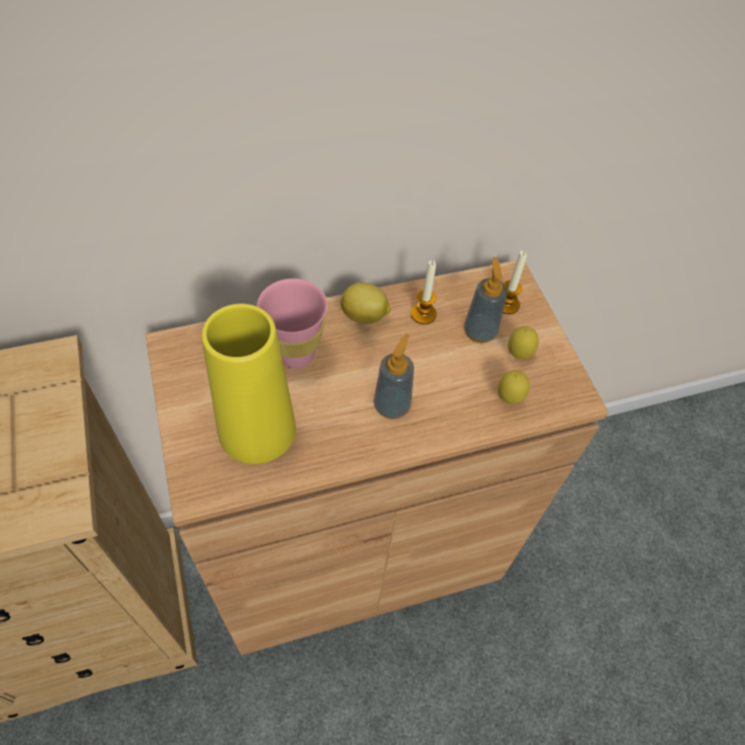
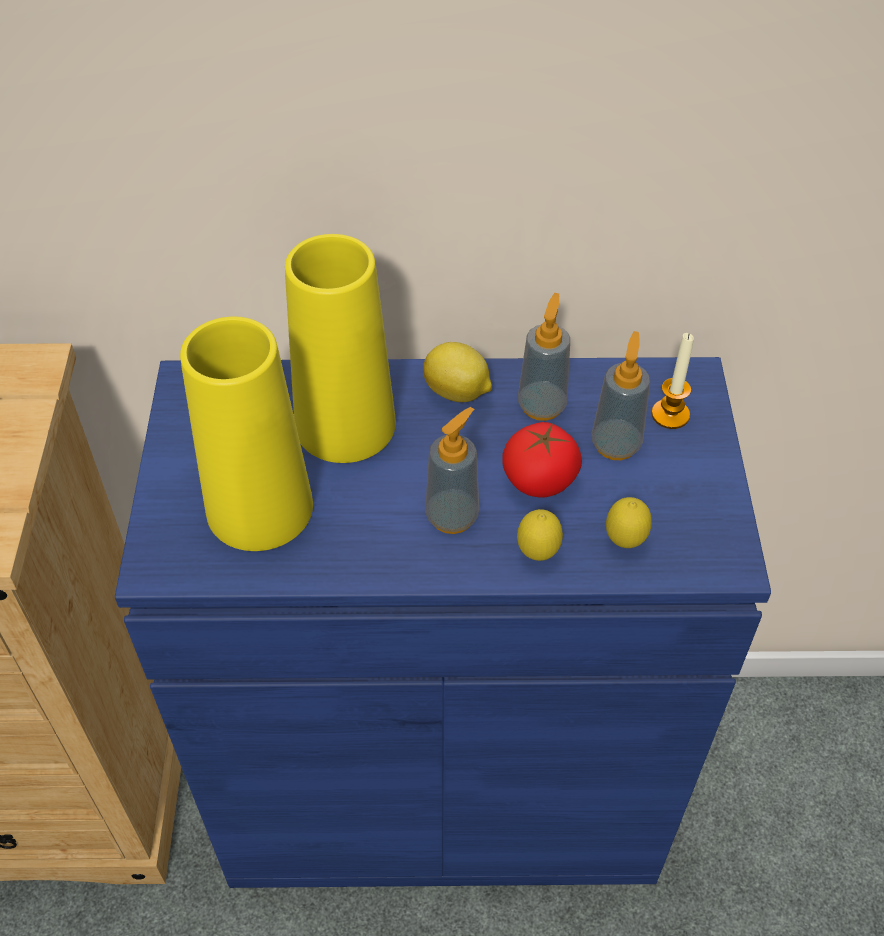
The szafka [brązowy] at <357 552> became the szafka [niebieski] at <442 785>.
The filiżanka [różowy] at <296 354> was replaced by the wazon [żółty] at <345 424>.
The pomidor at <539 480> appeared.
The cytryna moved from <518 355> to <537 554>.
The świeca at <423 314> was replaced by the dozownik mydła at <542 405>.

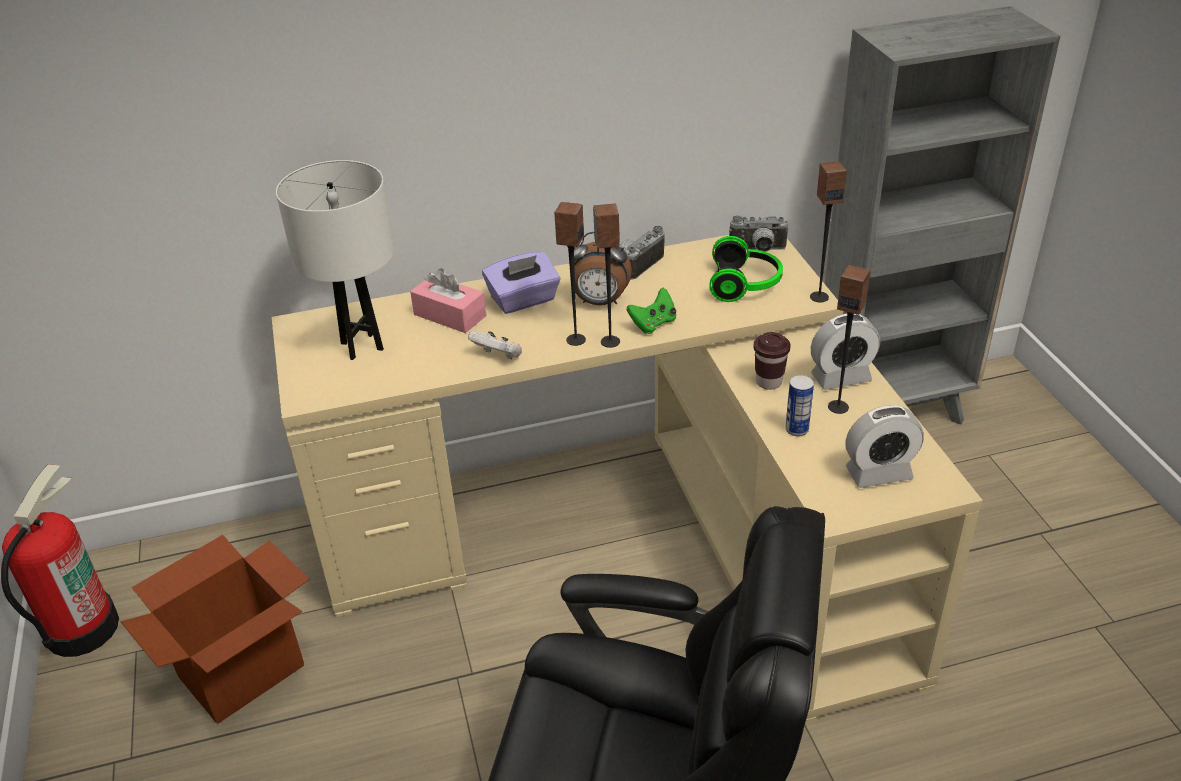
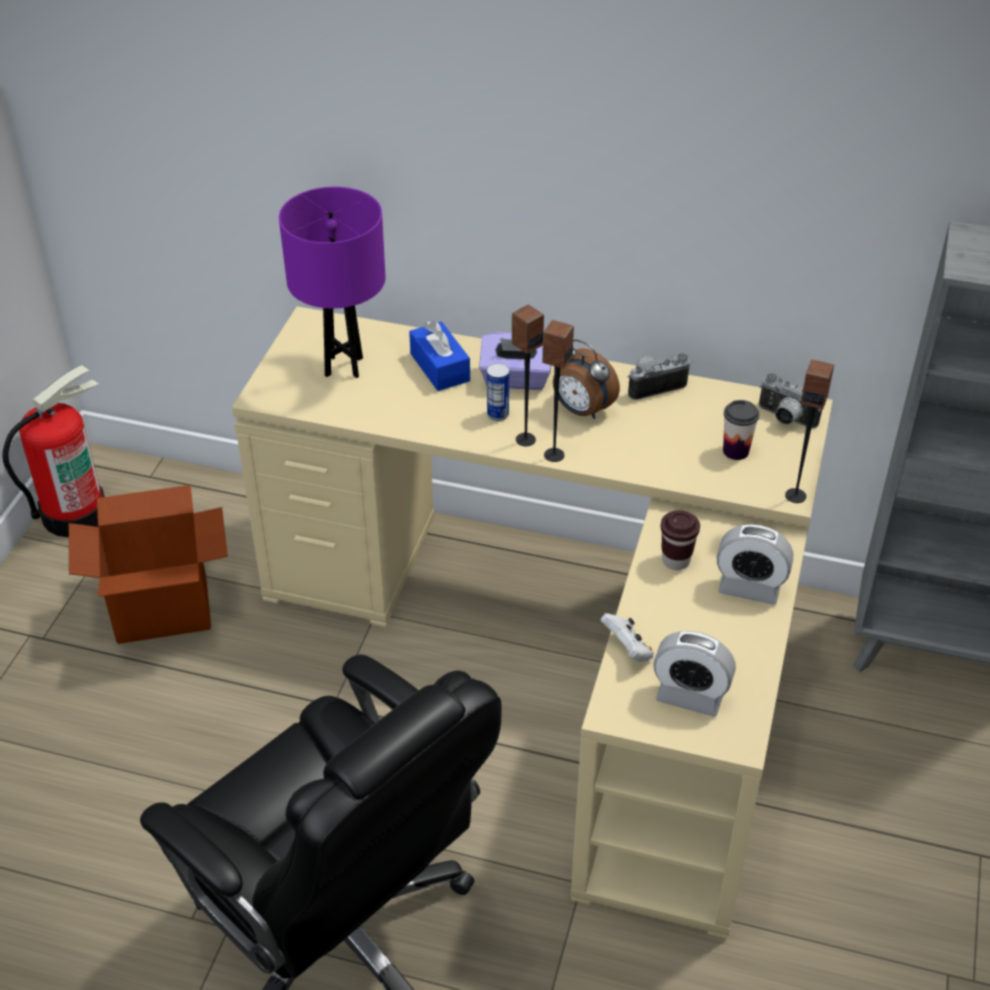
The lampa stołowa [biały] at <362 346> became the lampa stołowa [fioletowy] at <344 367>.
The pudełko chusteczek [różowy] at <450 315> became the pudełko chusteczek [niebieski] at <440 367>.
The puszka moved from <796 429> to <498 414>.
The pad do gier [biały] moved from <498 356> to <628 650>.
The słuchawki at <745 284> was replaced by the filiżanka at <735 451>.
The pad do gier [zielony] at <653 324> disappeared.
The głośnik at <838 407> disappeared.

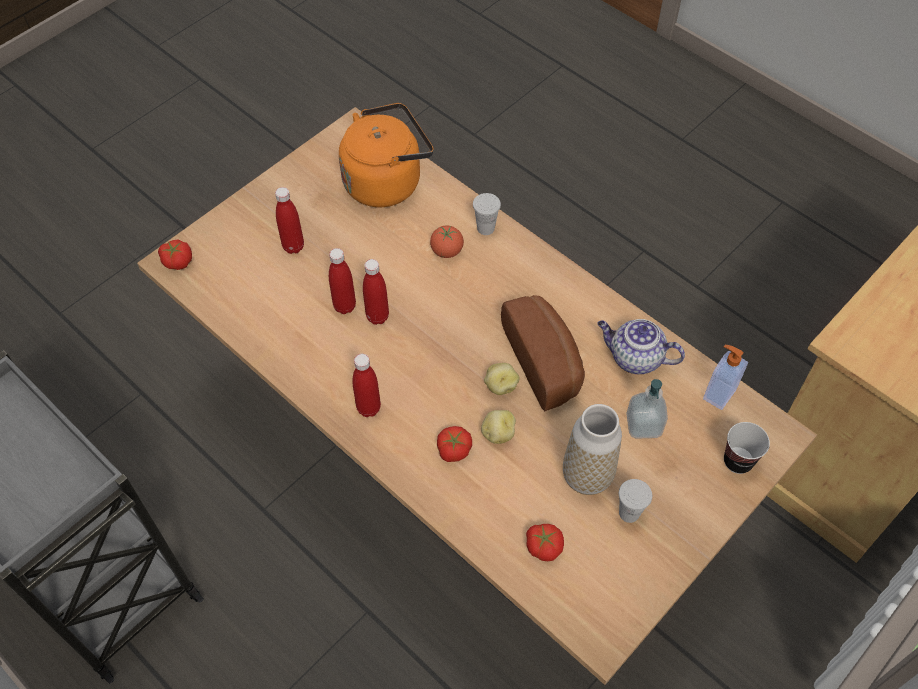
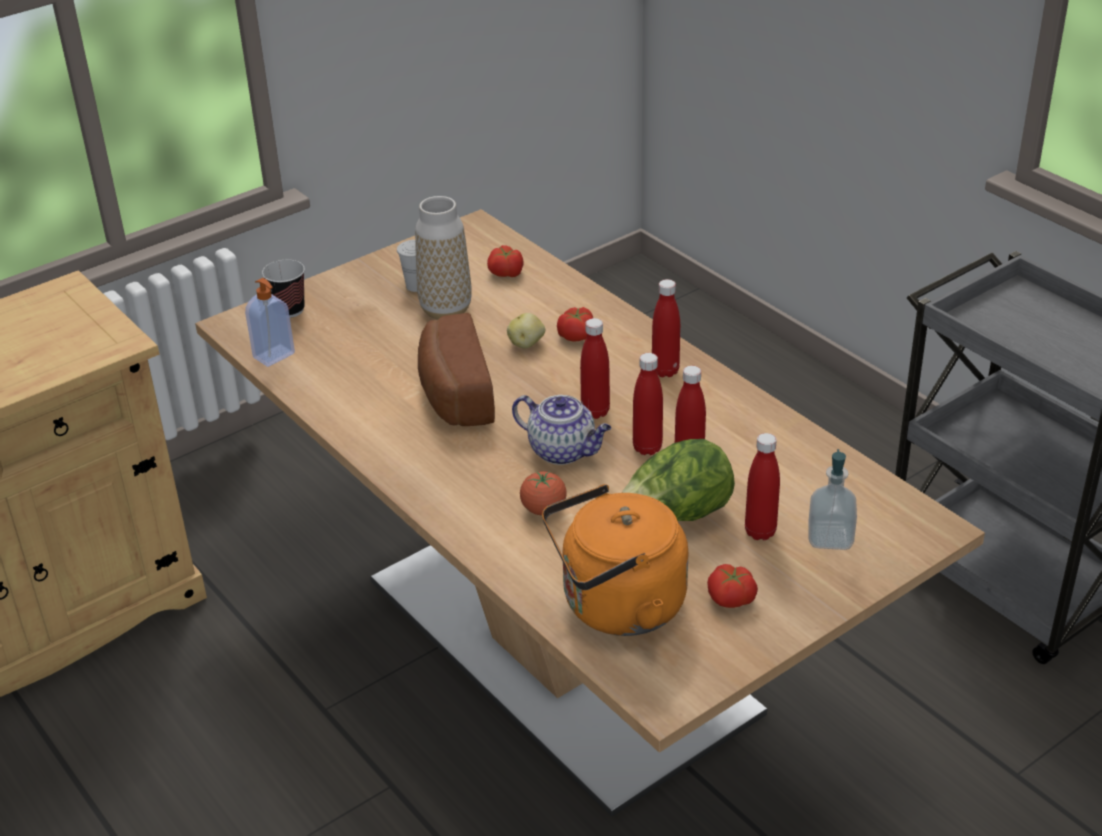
The imbryk moved from <634 358> to <563 451>.
The butelka [czerwony] at <595 411> appeared.
The sałata at <677 516> appeared.
The pomidor moved from <177 261> to <731 599>.
The dozownik mydła moved from <643 425> to <830 538>.
The filiżanka [biały] at <485 228> disappeared.
The ziemniak at <500 385> disappeared.

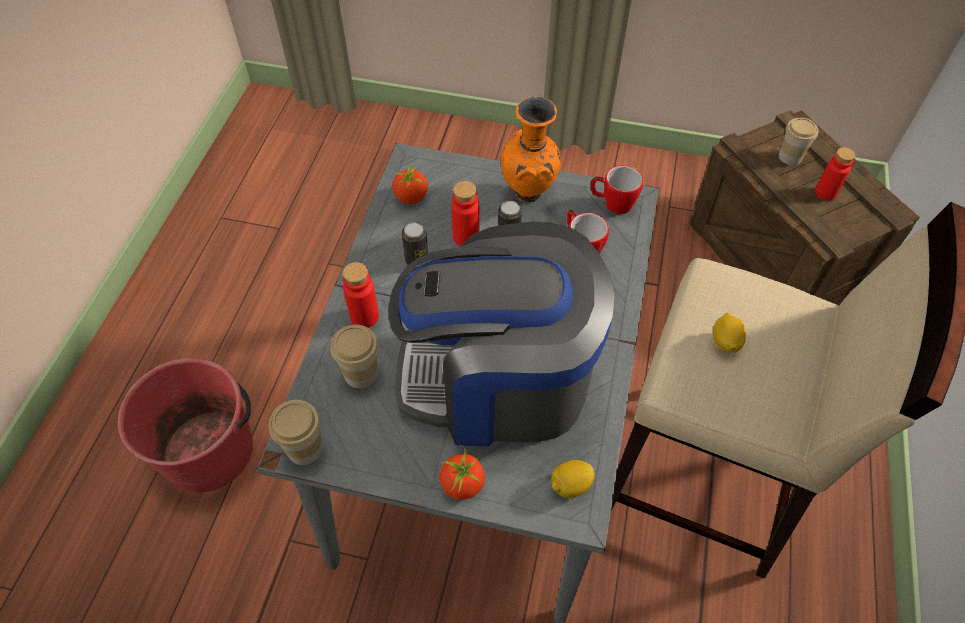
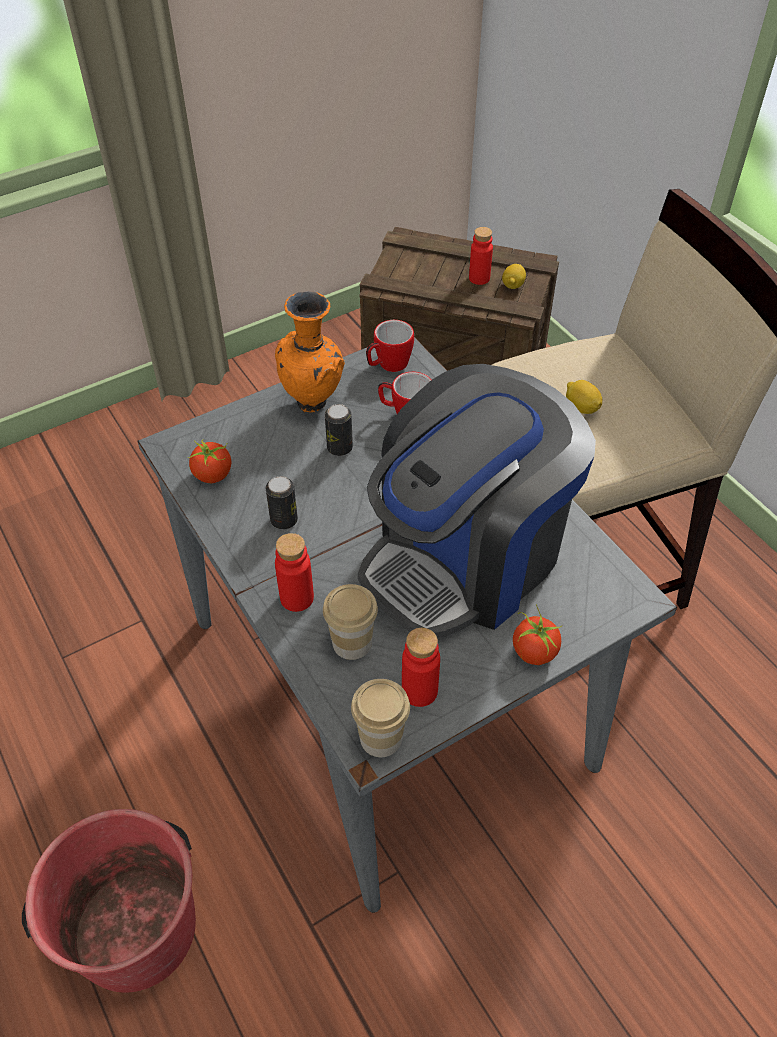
The butelka [czerwony] moved from <466 236> to <419 691>.
The cytryna moved from <570 485> to <513 285>.
The filiżanka at <790 157> disappeared.

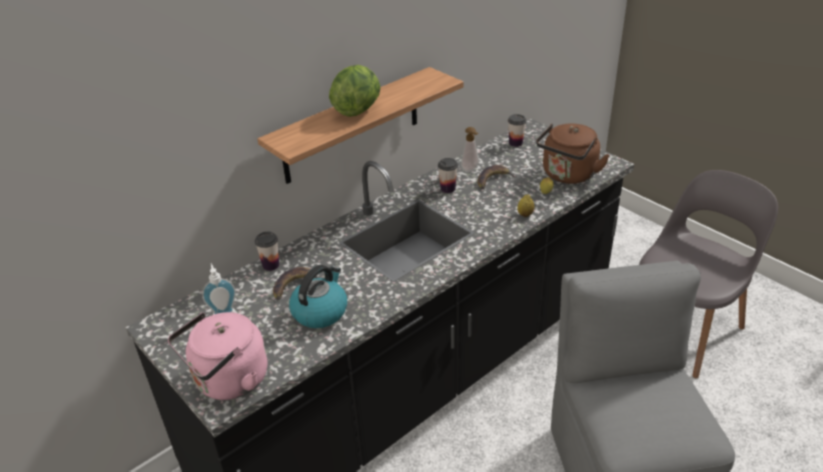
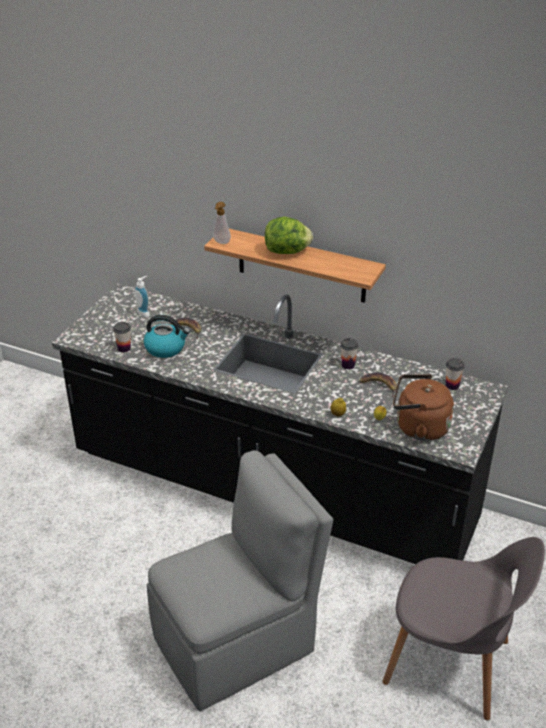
The filiżanka moved from <271 265> to <124 348>.
The dozownik mydła moved from <470 170> to <221 243>.
The czajnik [różowy] at <228 382> disappeared.

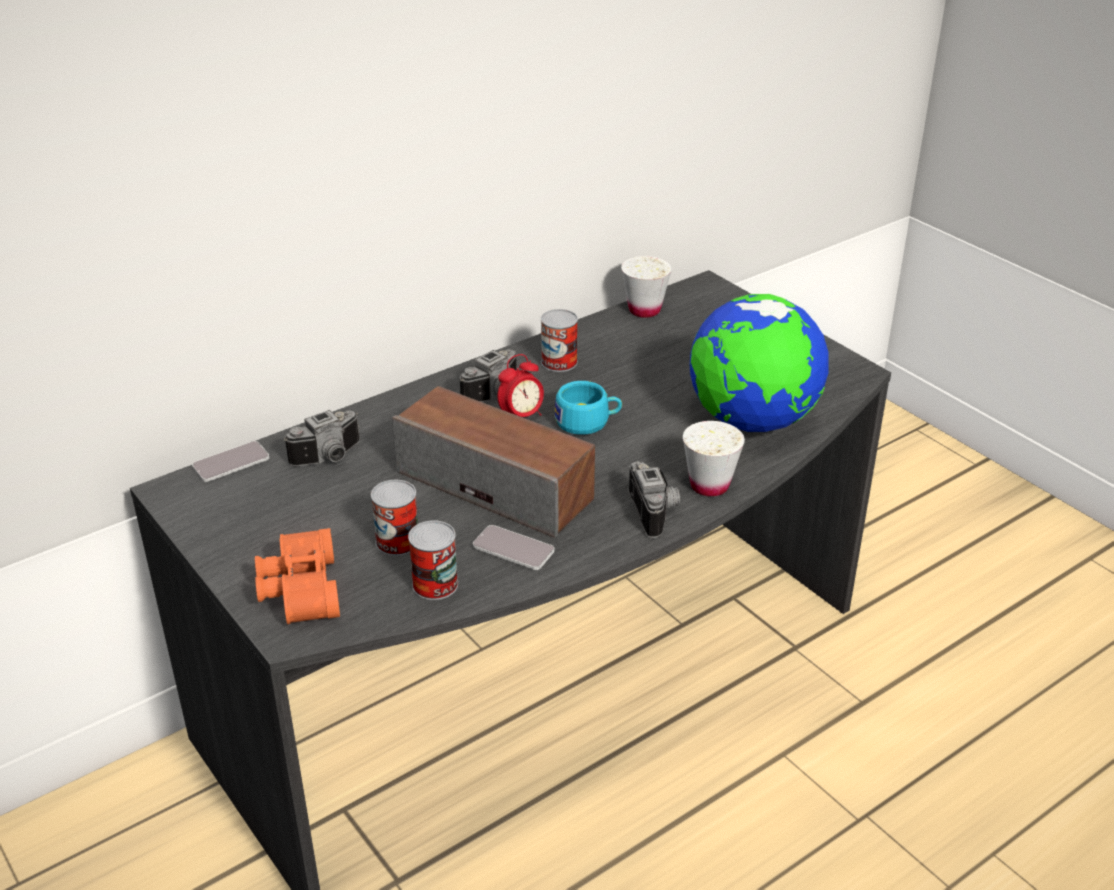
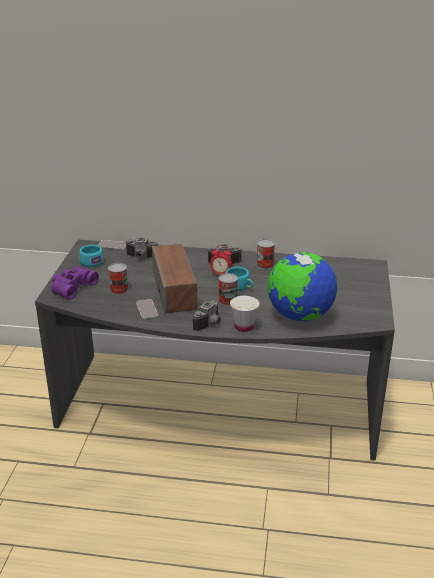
The lornetka [pomarańczowy] at <298 590> became the lornetka [fioletowy] at <72 287>.
The filiżanka [turkusowy] at <90 261> appeared.
The puszka moved from <435 584> to <228 300>.
The filiżanka [biały] at <644 310> disappeared.

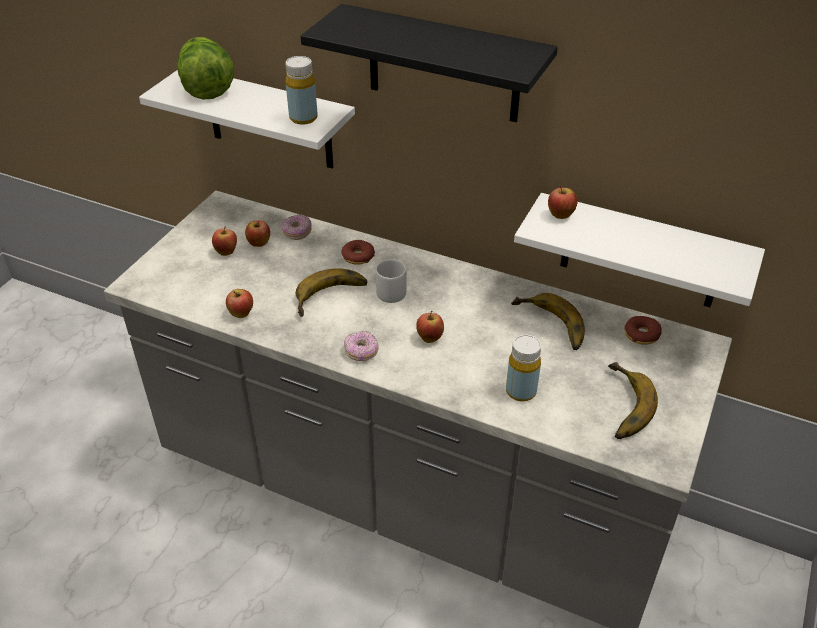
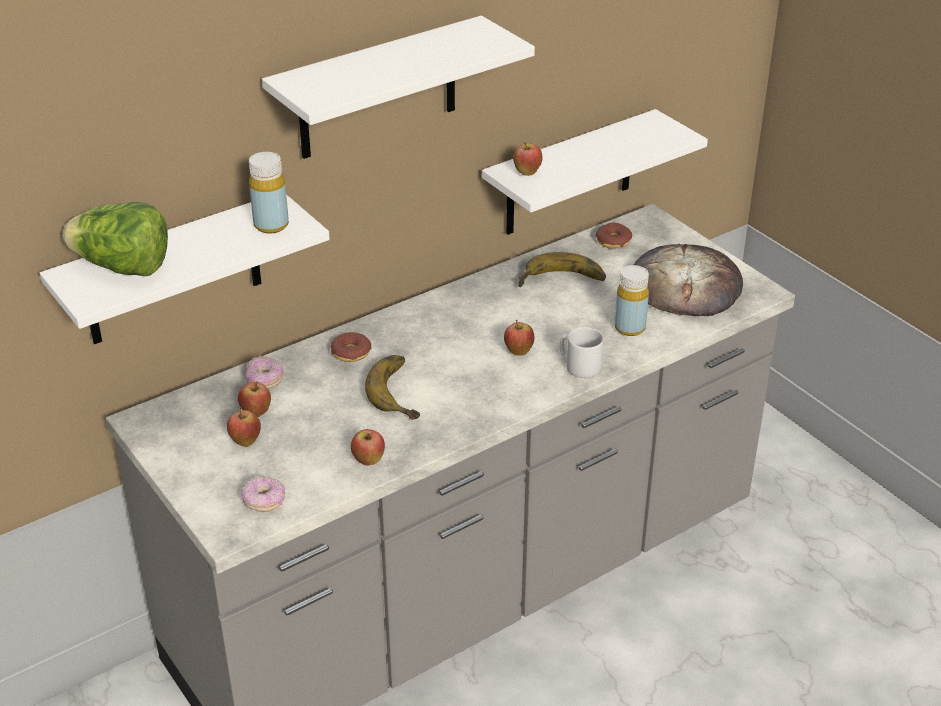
The donut moved from <361 352> to <264 501>.
The półka [czarny] at <443 65> became the półka [biały] at <378 89>.
The kubek [szary] moved from <391 291> to <579 366>.
The banan at <619 405> was replaced by the chleb at <685 286>.

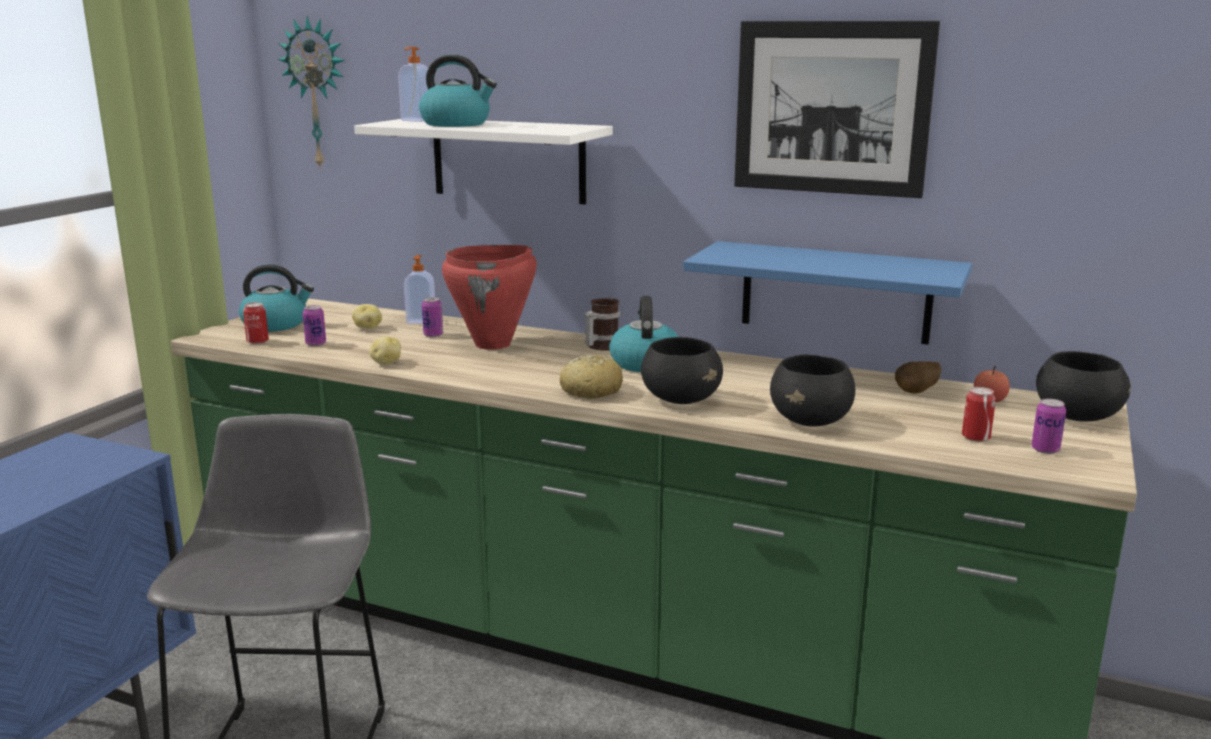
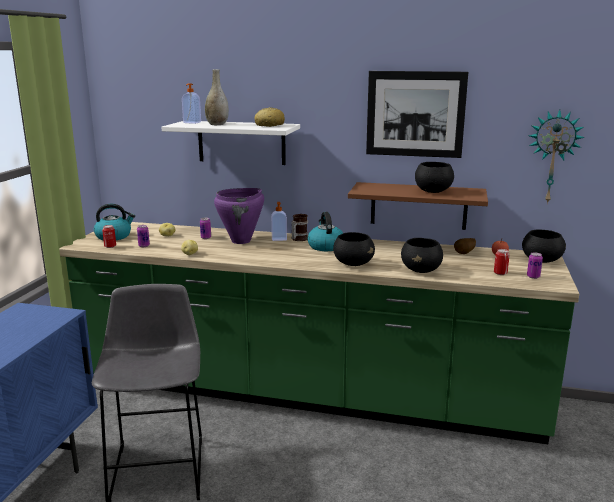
The czajnik at <457 124> was replaced by the wazon [szary] at <217 124>.
The garnek [czerwony] at <493 344> became the garnek [fioletowy] at <241 241>.
The chleb moved from <591 390> to <269 125>.
The dozownik mydła moved from <421 321> to <279 239>.
The półka [niebieski] at <835 292> became the półka [brązowy] at <418 205>.
The miska [czarny] at <432 191> appeared.
The zegar ścienny moved from <317 93> to <552 157>.

